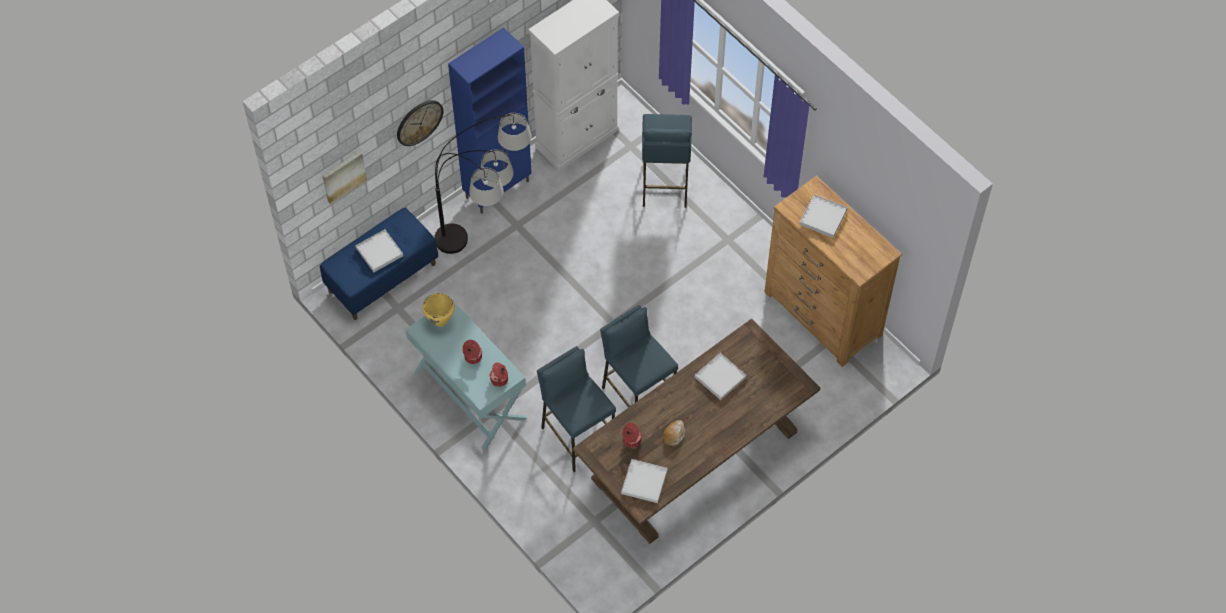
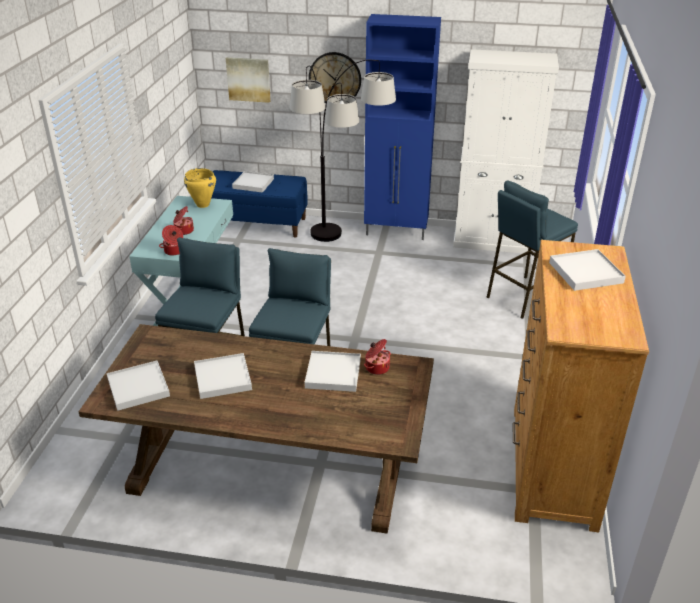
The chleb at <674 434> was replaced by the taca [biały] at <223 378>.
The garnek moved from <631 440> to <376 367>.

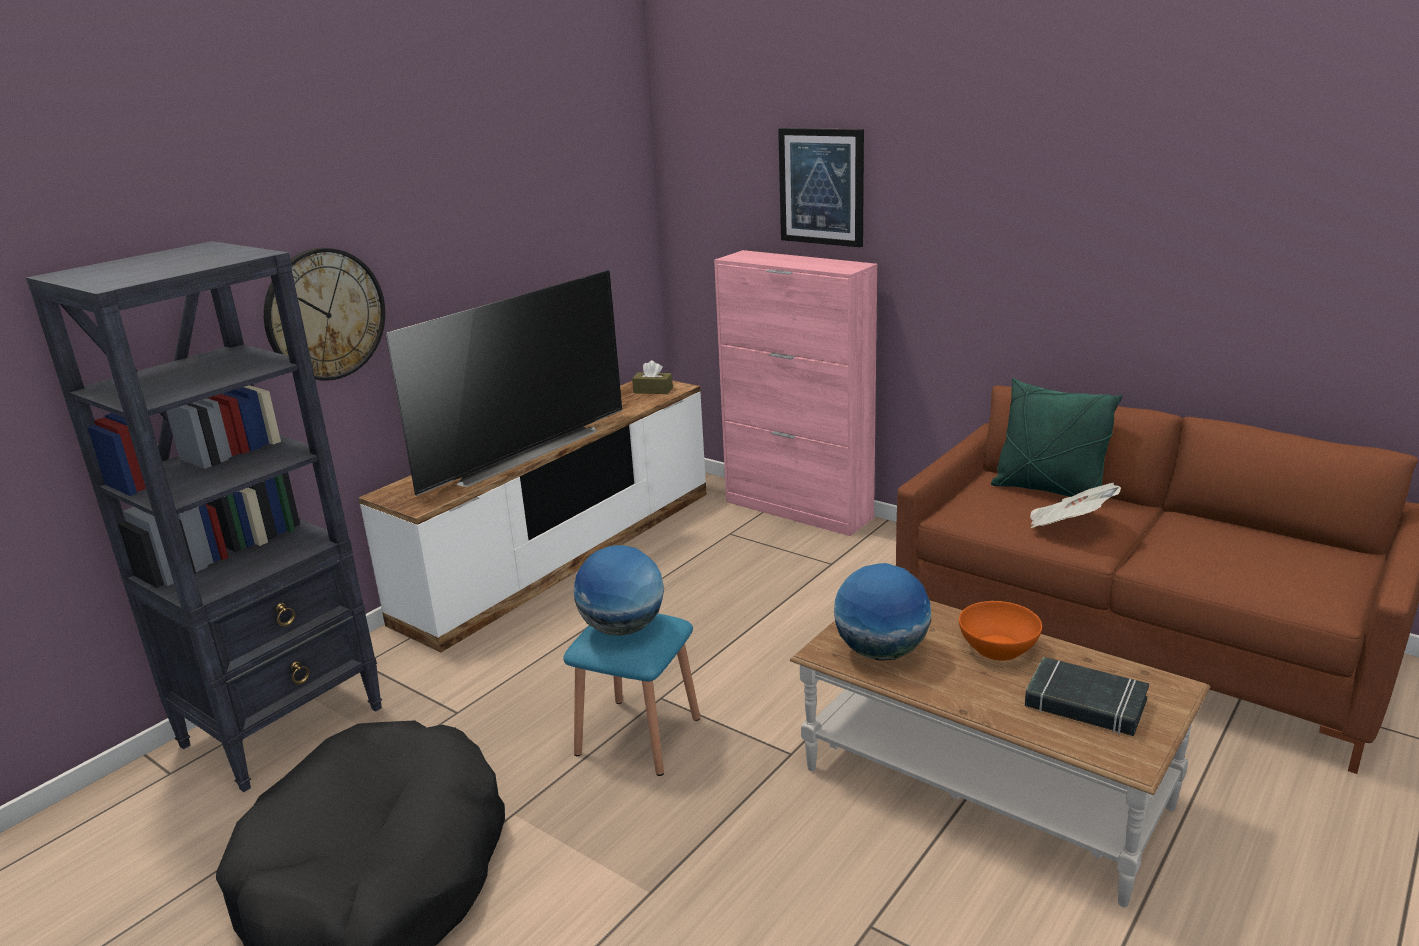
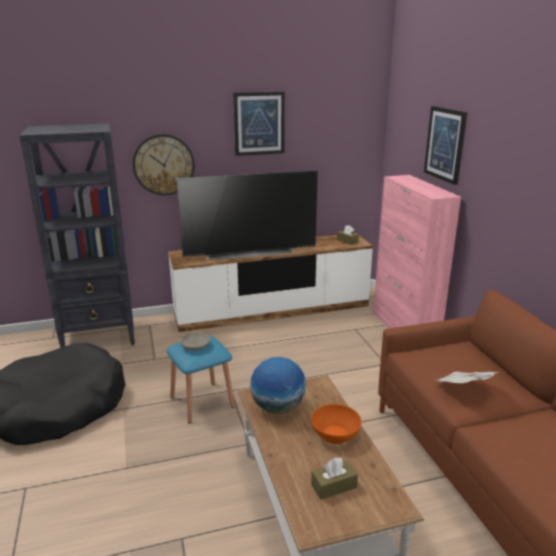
The globus at <622 628> was replaced by the miska [szary] at <195 345>.
The obraz at <259 123> appeared.
The książka [czarny] at <1085 704> was replaced by the pudełko chusteczek [brązowy] at <334 486>.
The poduszka [zielony] at <1048 490> disappeared.

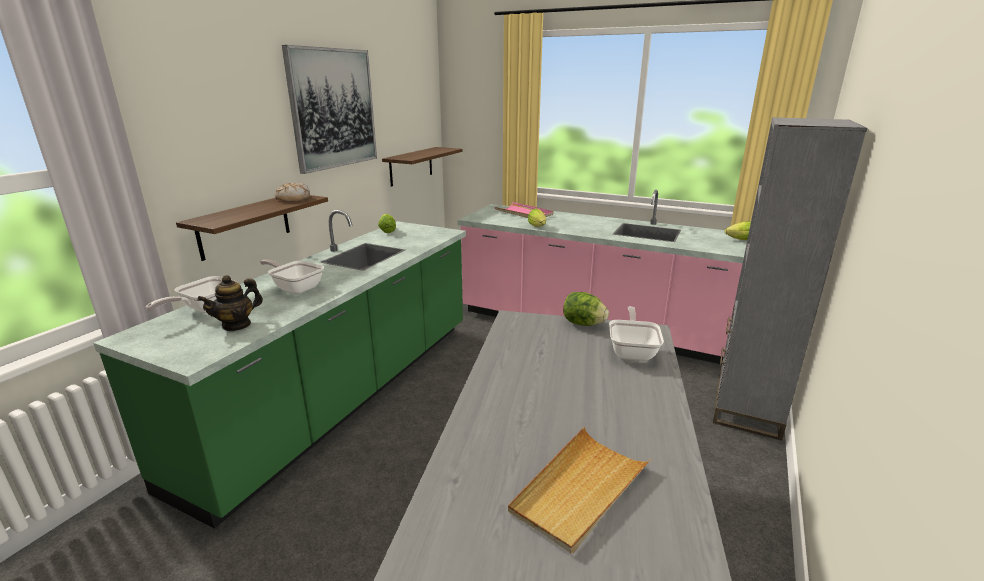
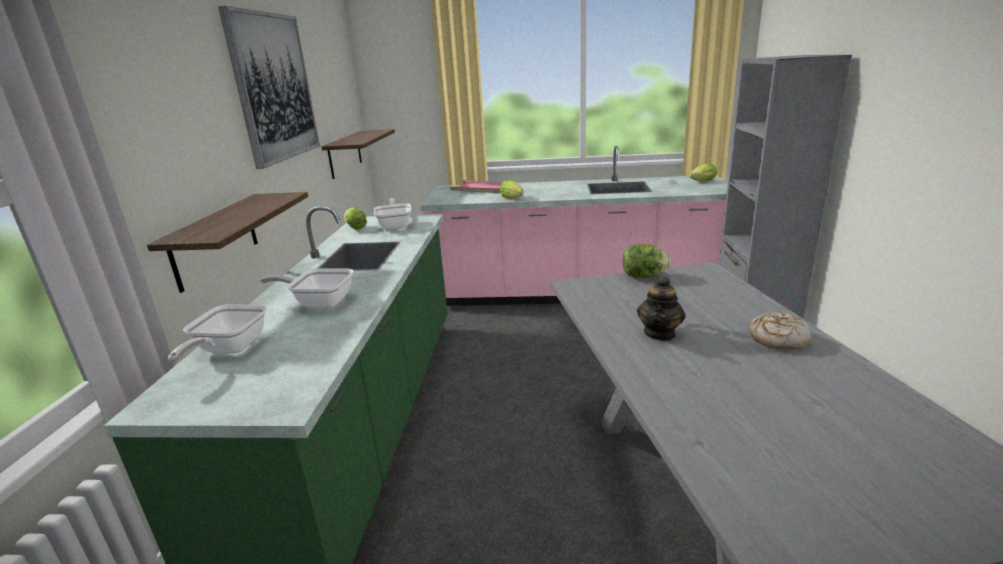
The patelnia moved from <632 351> to <395 225>.
The imbryk moved from <236 325> to <660 333>.
The chleb moved from <293 199> to <777 339>.
The taca [beżowy] at <579 489> disappeared.

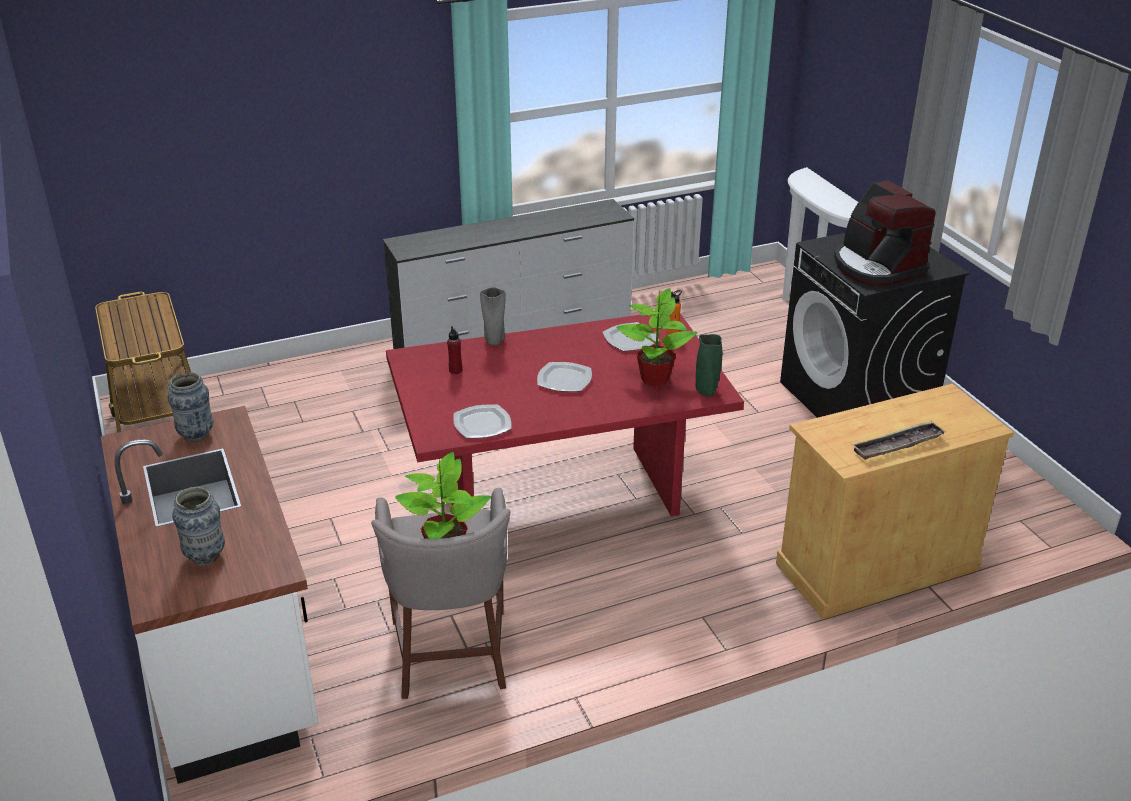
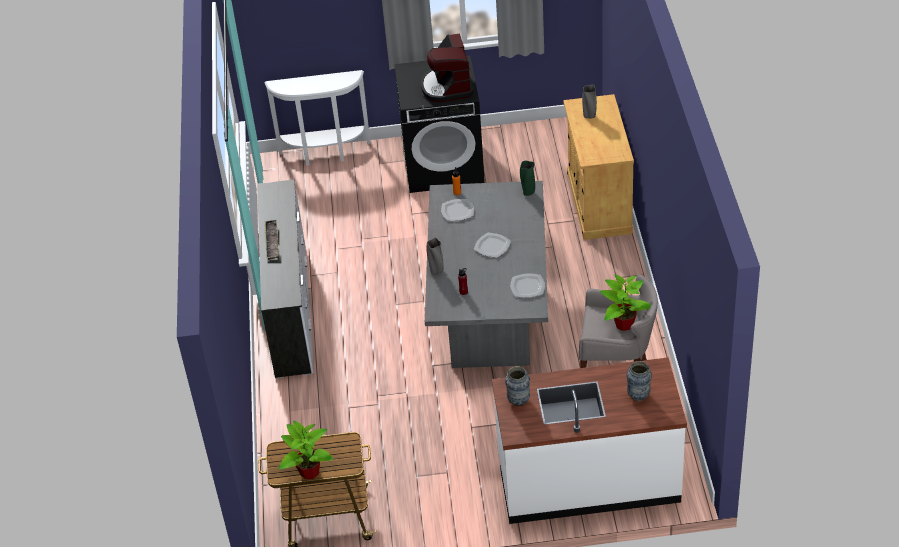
The taca moved from <897 445> to <272 242>.
The roślina doniczkowa moved from <655 378> to <309 471>.
The ekspres do kawy at <876 266> turned 90 degrees clockwise.
The stół jadalny [czerwony] at <558 498> became the stół jadalny [szary] at <491 317>.
The wazon [szary] at <589 116> appeared.

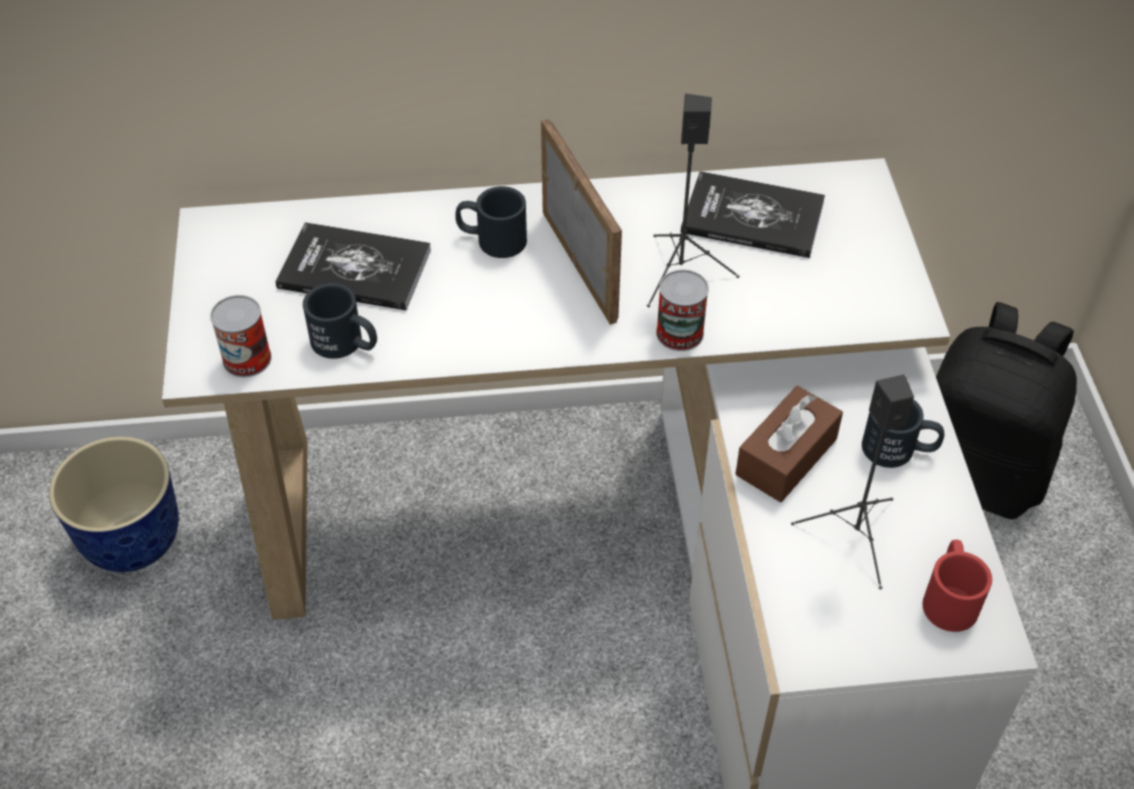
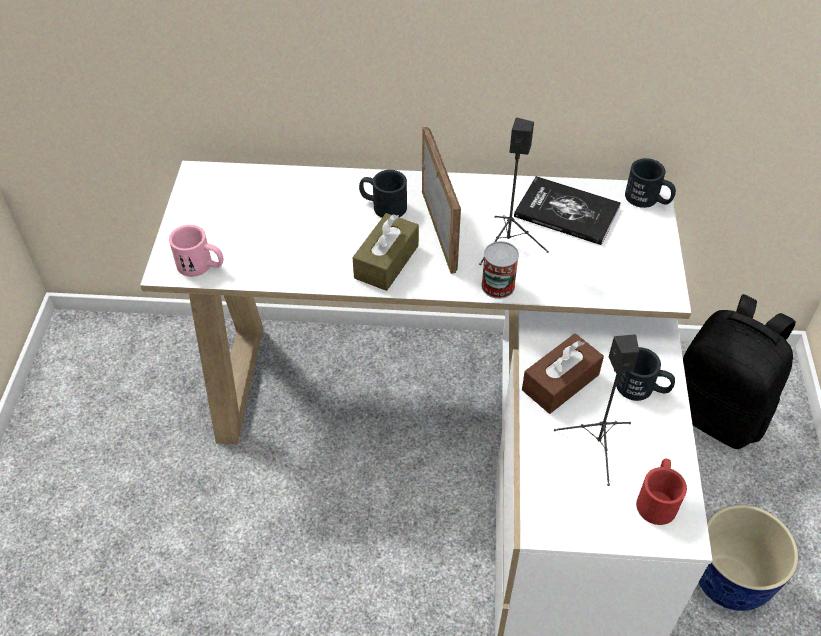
The puszka at <247 359> was replaced by the kubek [różowy] at <201 265>.
The pudełko chusteczek [brązowy] at <386 262> appeared.
The kubek [czarny] moved from <346 344> to <648 199>.
The donica moved from <134 543> to <730 582>.
The książka at <354 269> disappeared.

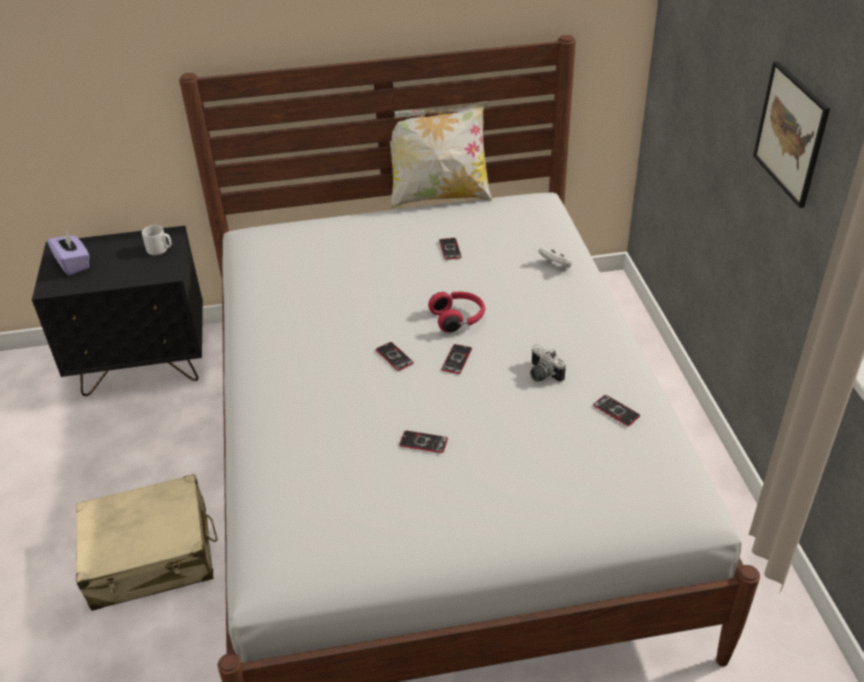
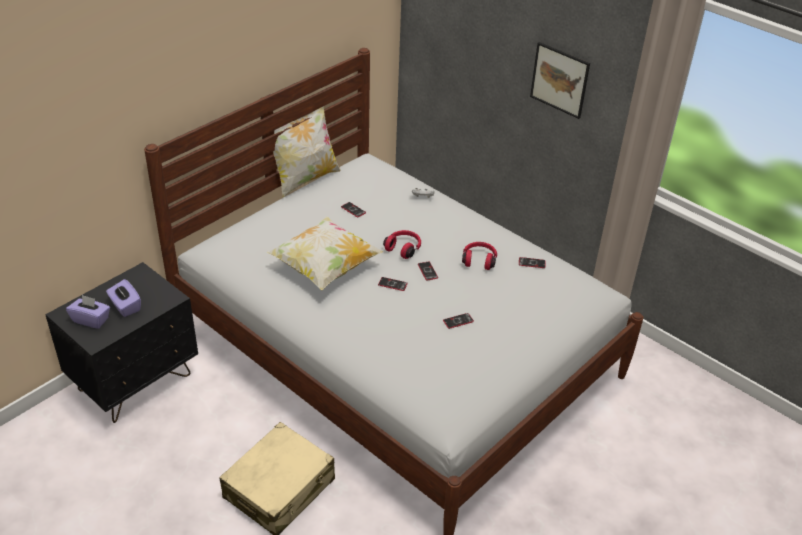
The pudełko chusteczek [fioletowy] at <125 306> appeared.
The poduszka at <325 268> appeared.
The aparat fotograficzny at <542 374> was replaced by the słuchawki [czerwony] at <479 260>.
The kubek [szary] at <160 250> disappeared.

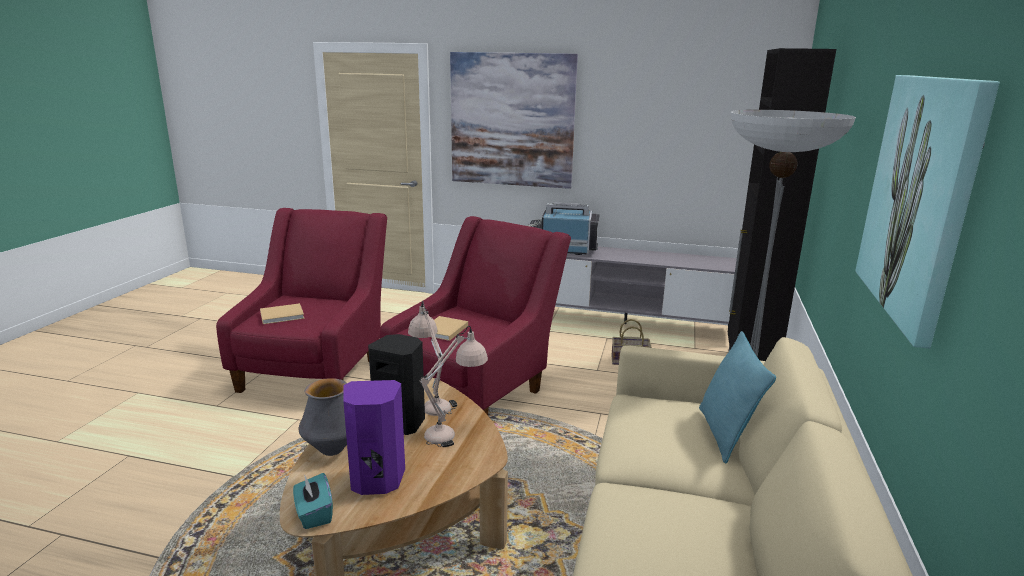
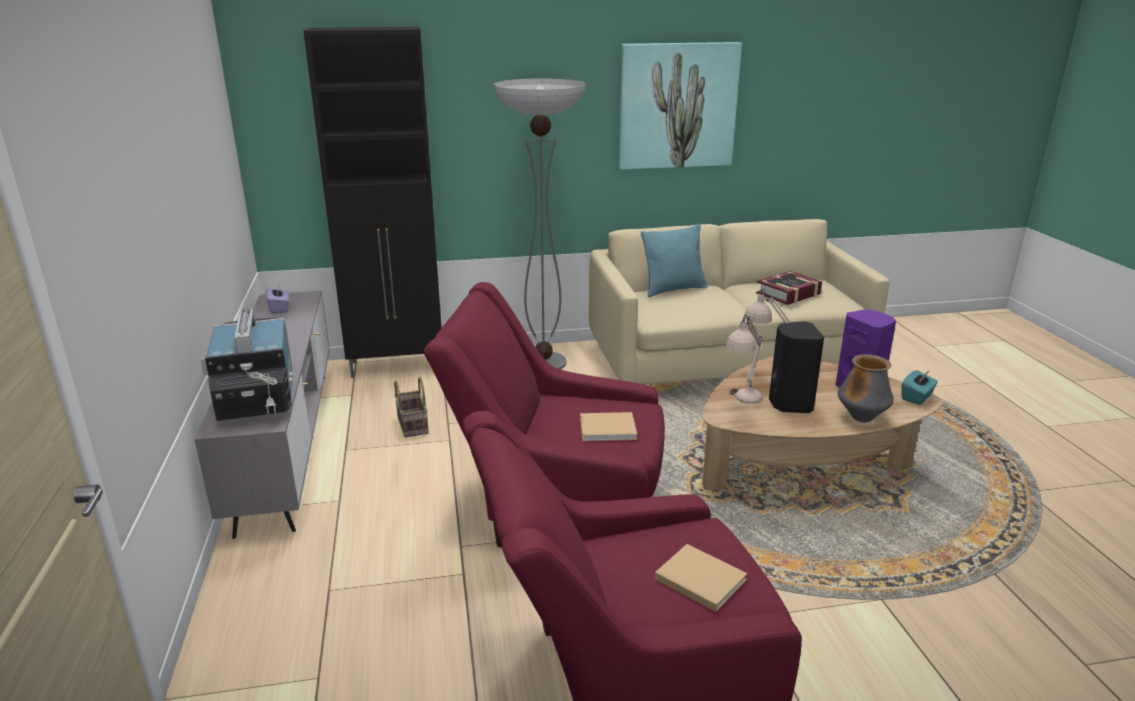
The pudełko chusteczek [fioletowy] at <279 308> appeared.
The książka at <788 294> appeared.
The obraz at <512 120> disappeared.

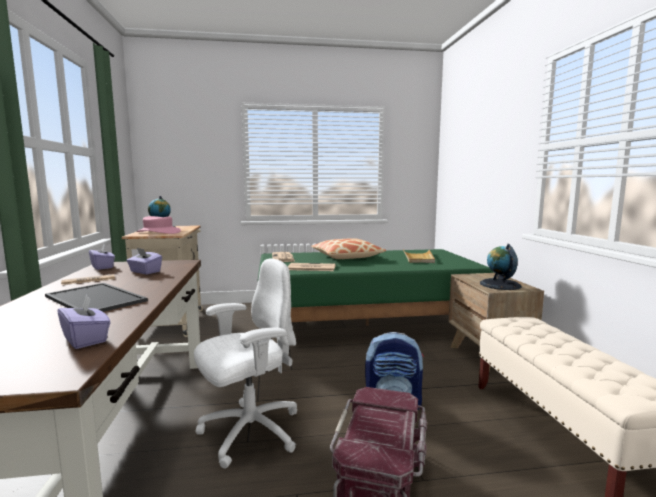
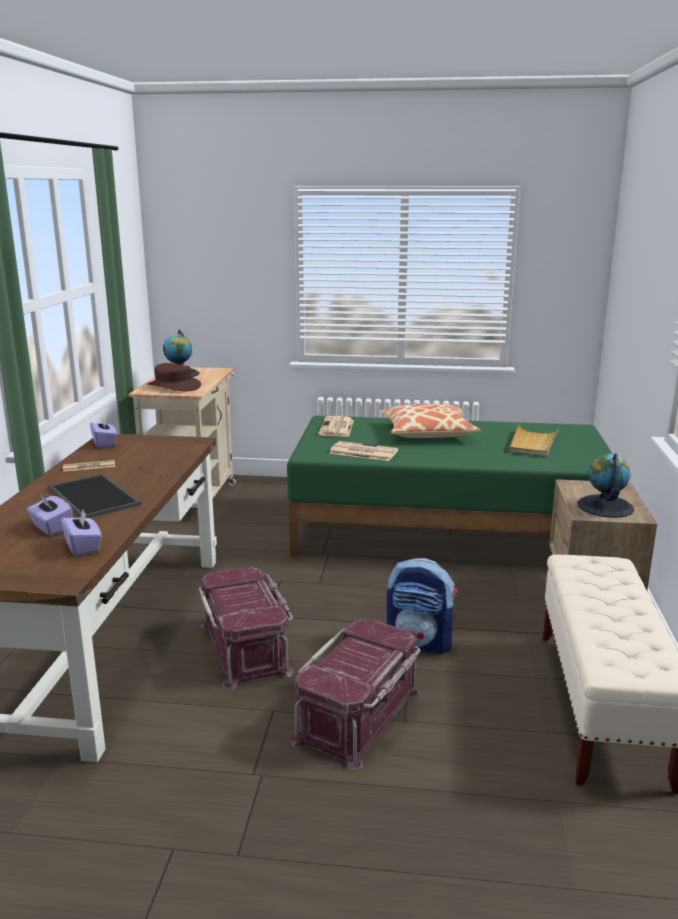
The pudełko chusteczek [fioletowy] moved from <145 272> to <51 528>.
The kapelusz [różowy] at <158 232> became the kapelusz [brązowy] at <173 386>.
The krzesło biurowe [biały] at <249 432> was replaced by the pojemnik do przechowywania [czerwony] at <246 648>.

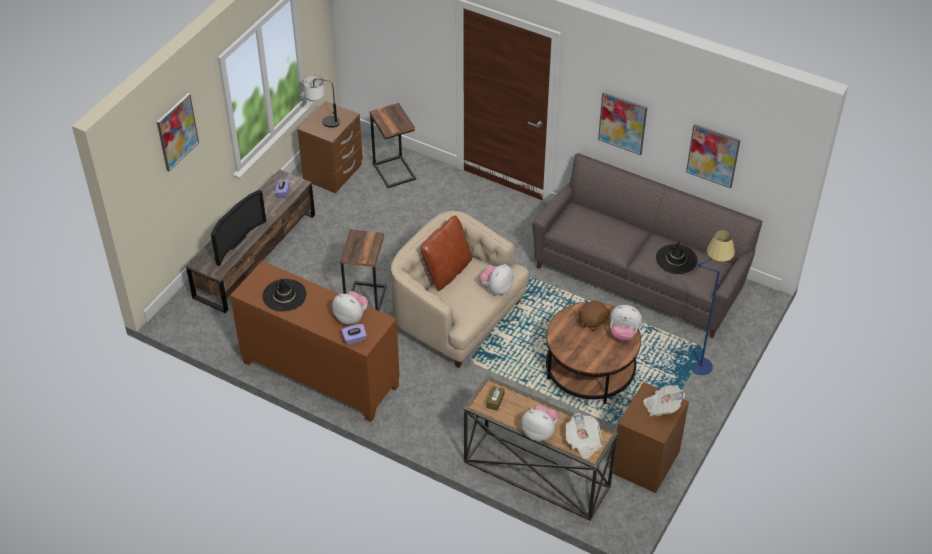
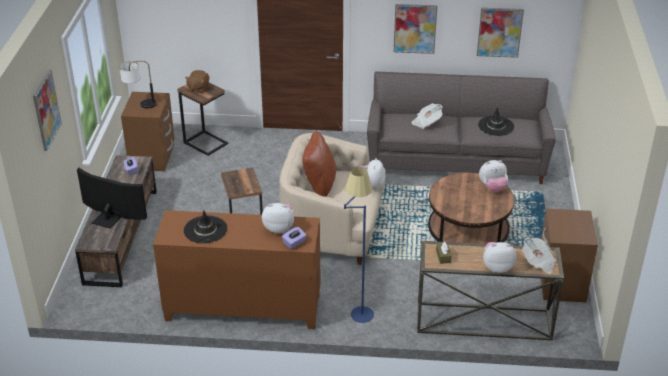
The telewizor at <234 241> turned 75 degrees counterclockwise.
The pluszak [brązowy] moved from <592 321> to <198 88>.
The lampa stojąca [niebieski] moved from <700 357> to <358 307>.
The gazeta moved from <662 407> to <426 122>.

